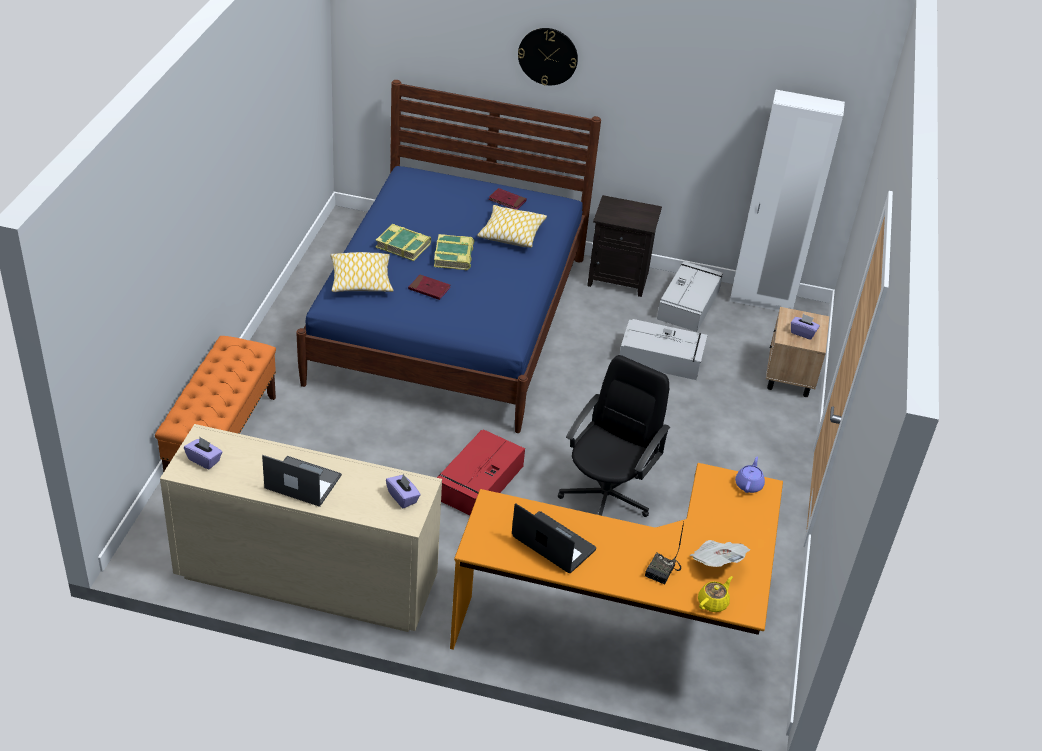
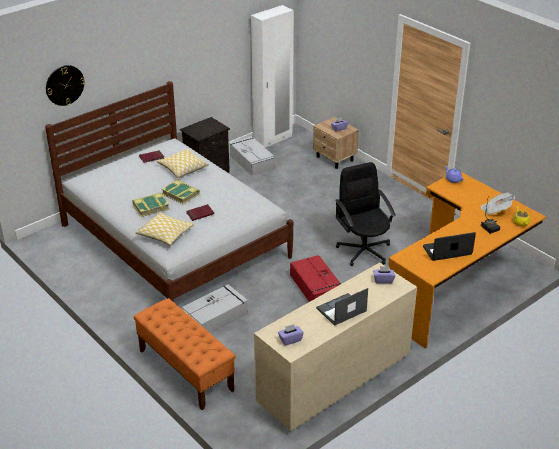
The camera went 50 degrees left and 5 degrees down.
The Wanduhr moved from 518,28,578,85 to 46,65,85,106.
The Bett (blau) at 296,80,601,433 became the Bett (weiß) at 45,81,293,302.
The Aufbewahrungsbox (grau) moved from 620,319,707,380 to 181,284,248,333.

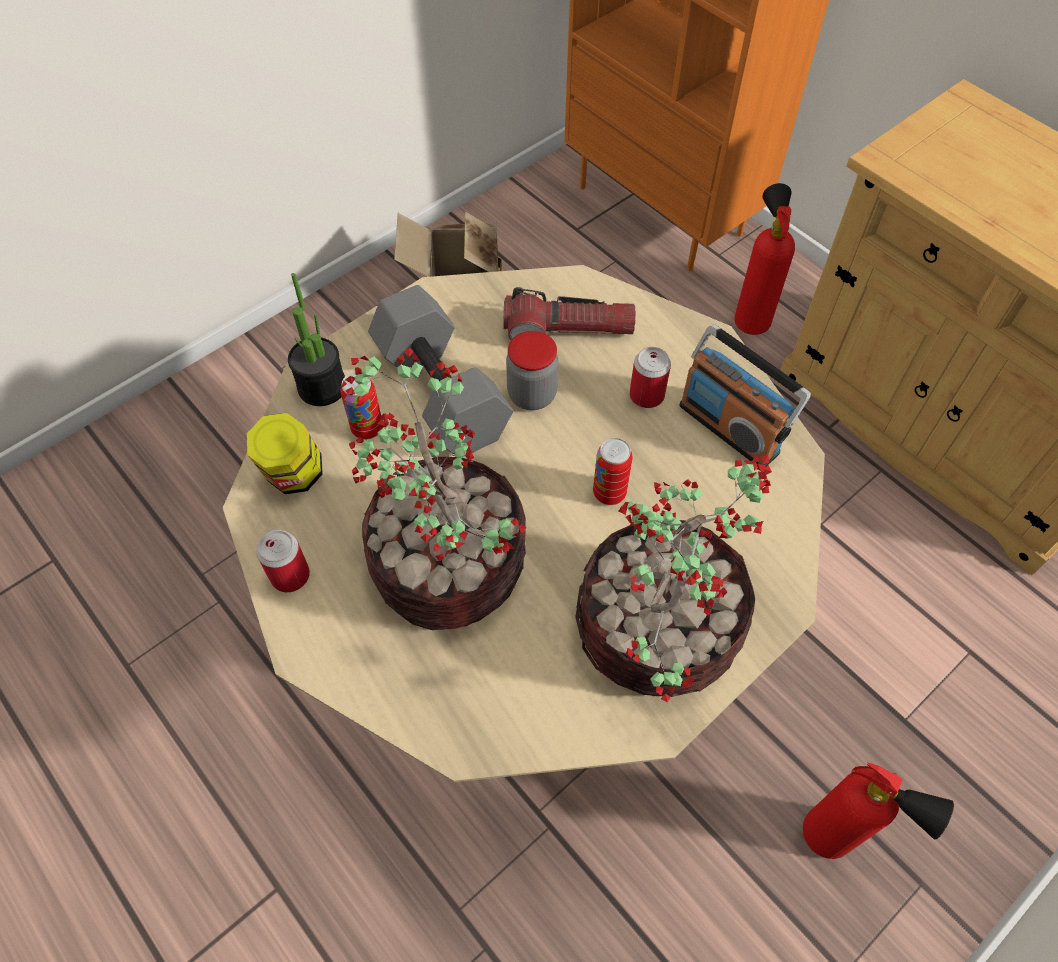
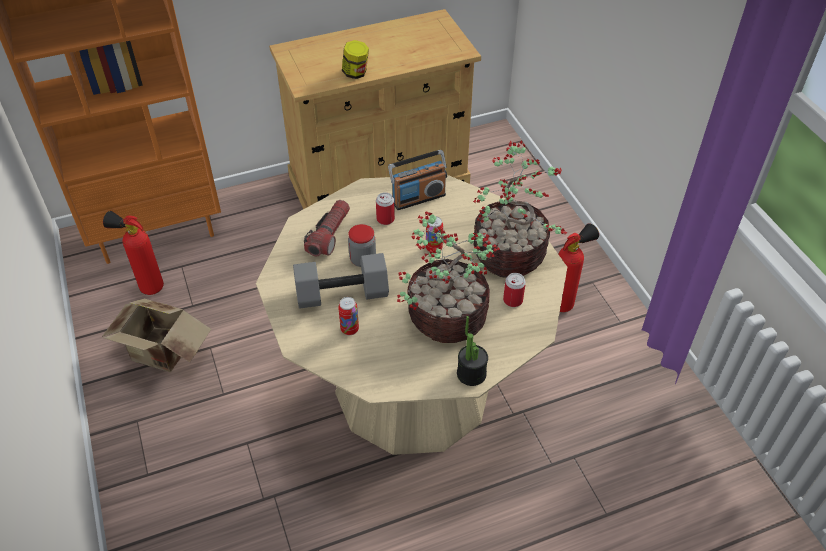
The camera went 70 degrees left and 10 degrees down.
The Feuerlöscher moved from 734,183,795,335 to 103,211,164,295.
The Topfpflanze moved from 288,273,345,406 to 457,316,488,386.
The Vorratsglas moved from 247,413,323,494 to 342,40,369,79.
The Dose moved from 256,530,310,592 to 503,273,526,307.

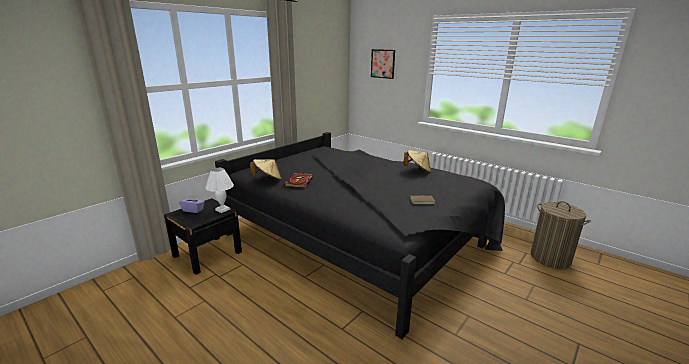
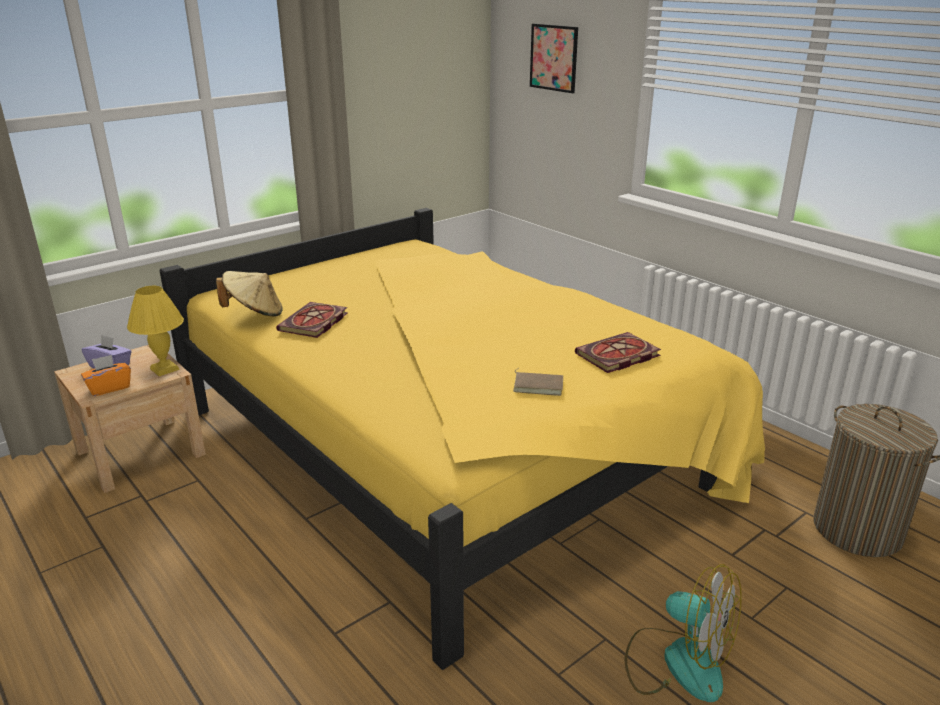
The camera went 10 degrees right and 5 degrees up.
The Bett (schwarz) at 215,132,505,339 became the Bett (gelb) at 159,208,765,670.
The Hut (beige) at 404,150,431,173 disappeared.
The Tischlampe (weiß) at 206,168,234,213 became the Tischlampe (gelb) at 127,286,184,376.
The Nachttisch (schwarz) at 164,198,242,275 became the Nachttisch (beige) at 54,345,206,493.
The Buch at 575,332,661,373 appeared.
The Taschentuchbox (orange) at 81,355,131,396 appeared.
The Ventilator at 625,564,742,702 appeared.

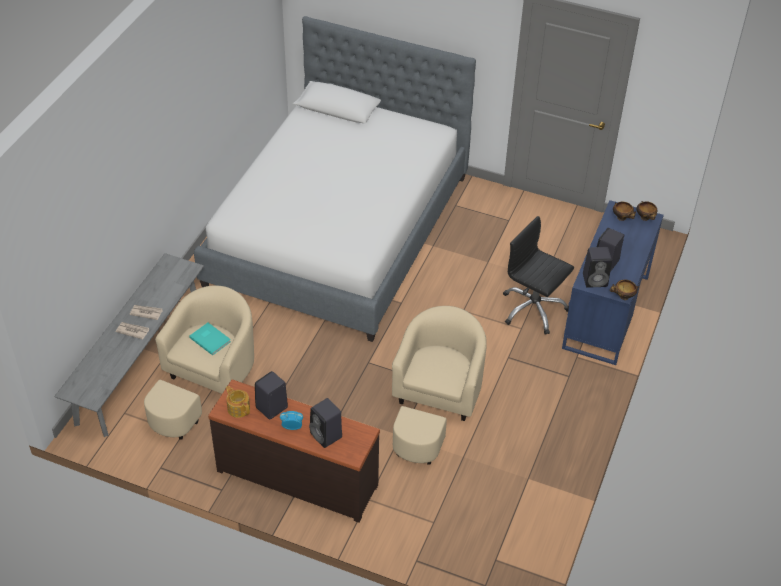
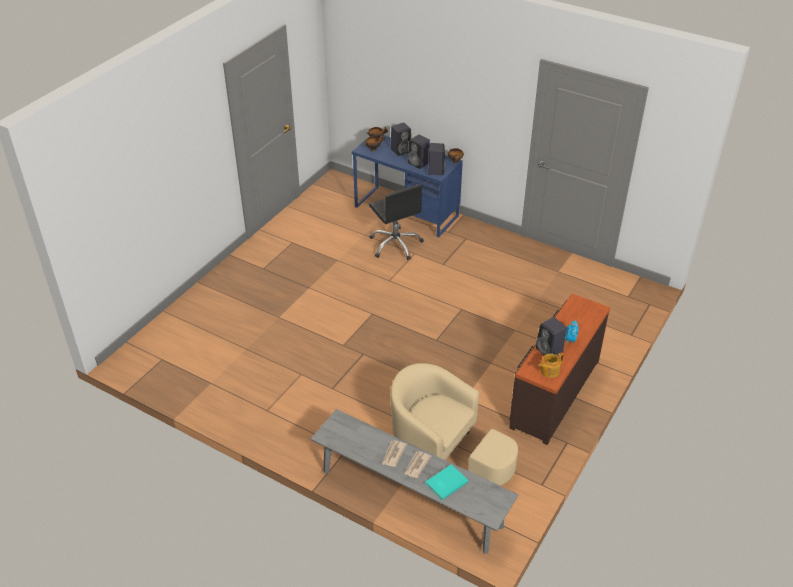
The camera went 80 degrees left and 5 degrees down.
The Bett at 194,16,476,342 disappeared.
The Bürostuhl (schwarz) at 503,216,574,335 turned 75 degrees counterclockwise.
The Sessel (beige) at 392,306,487,465 disappeared.
The Buch (türkis) moved from 189,323,231,356 to 426,464,469,500.
The Lautsprecher (schwarz) moved from 309,398,342,448 to 391,123,411,156.

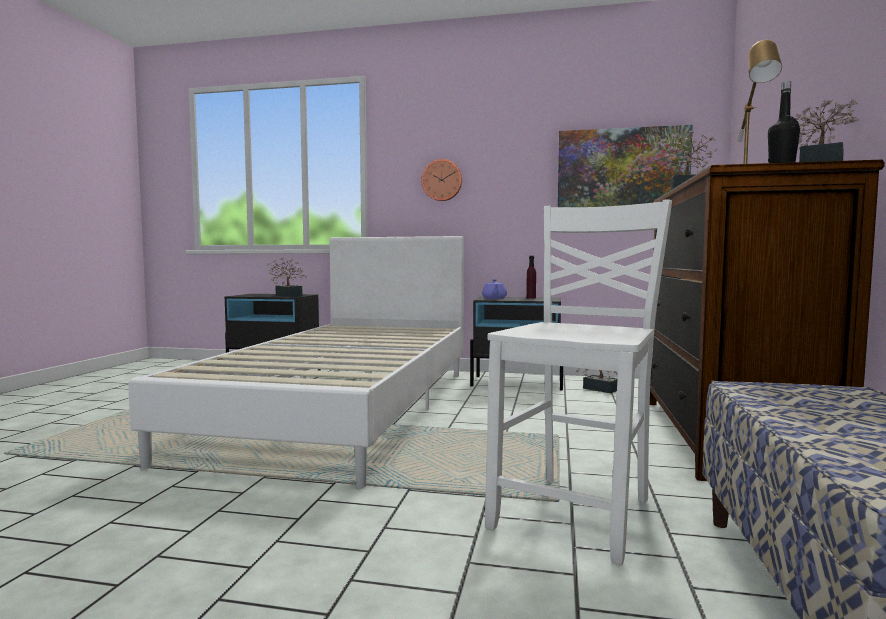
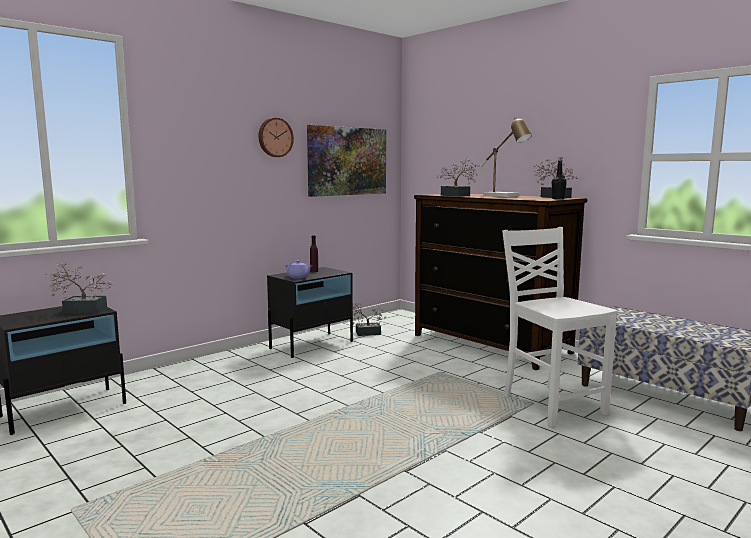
The camera went 55 degrees left and 5 degrees up.
The Wanduhr moved from 421,159,462,201 to 258,118,294,157.
The Bett (weiß) at 128,236,464,489 disappeared.

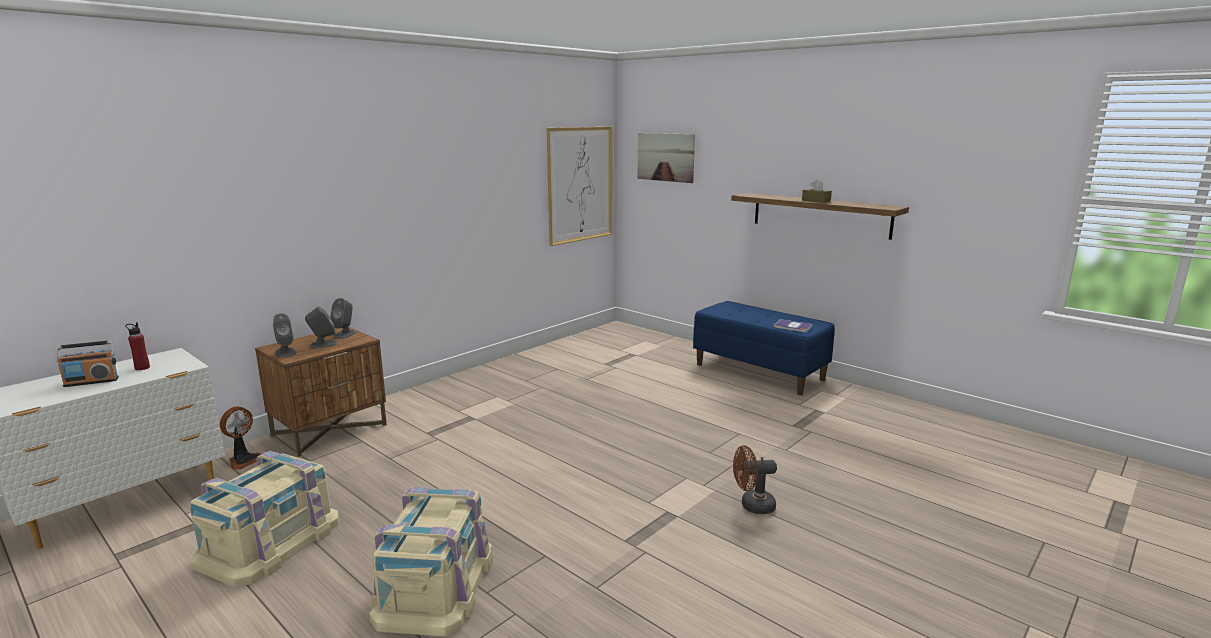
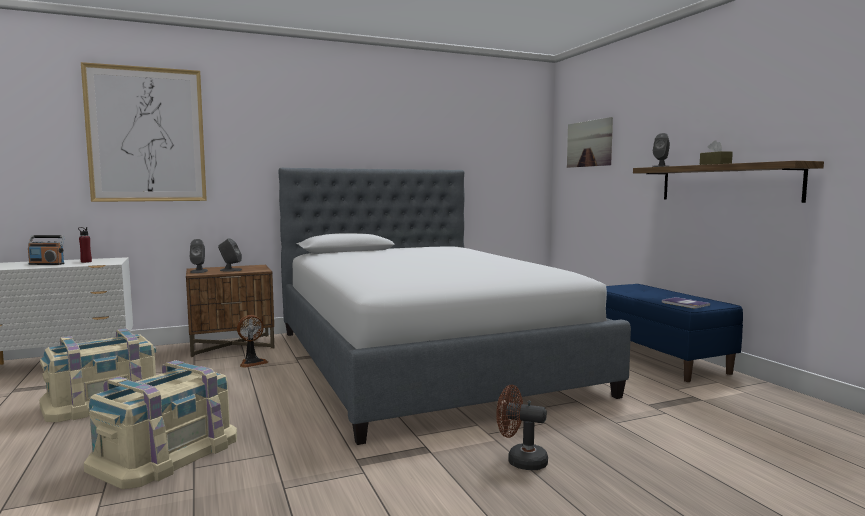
The camera went 25 degrees right and 10 degrees down.
The Bild moved from 547,127,613,246 to 81,62,207,202.
The Lautsprecher (grau) moved from 330,298,356,339 to 652,133,670,167.
The Ventilator moved from 220,407,261,470 to 237,315,268,368.
The Bett at 279,168,631,445 appeared.

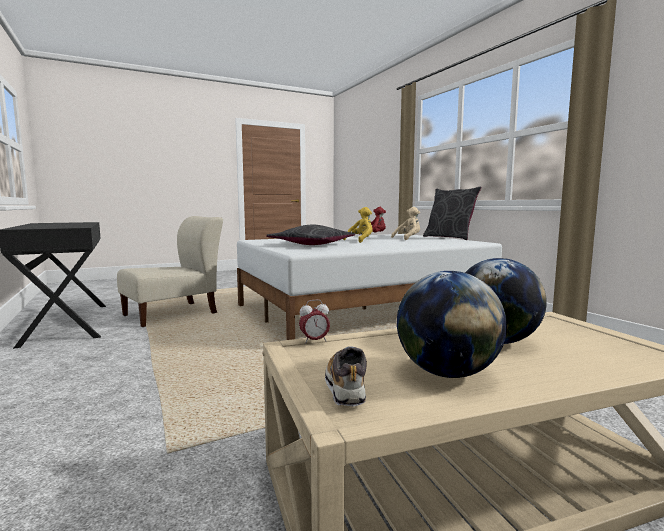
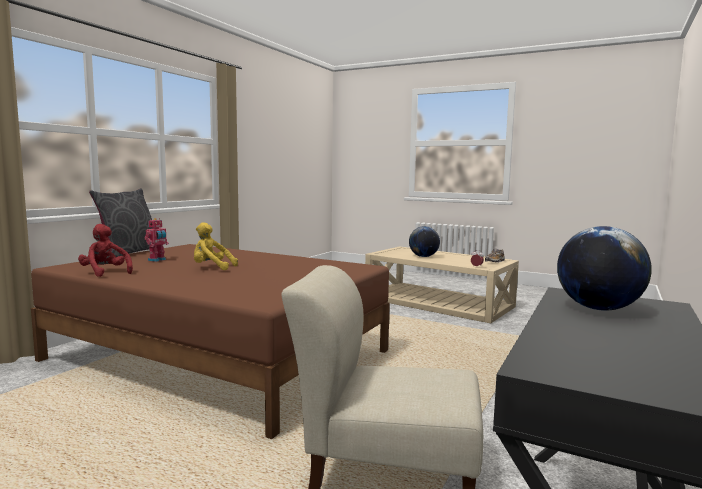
The camera went 125 degrees left and 0 degrees up.
The Plüschtier (beige) at 391,207,420,240 was replaced by the Spielzeugroboter at 145,218,169,262.
The Kissen (grau) at 266,225,355,245 disappeared.
The Bett (weiß) at 237,234,502,340 became the Bett (braun) at 31,244,390,439.
The Globus moved from 397,271,507,378 to 557,226,652,311.

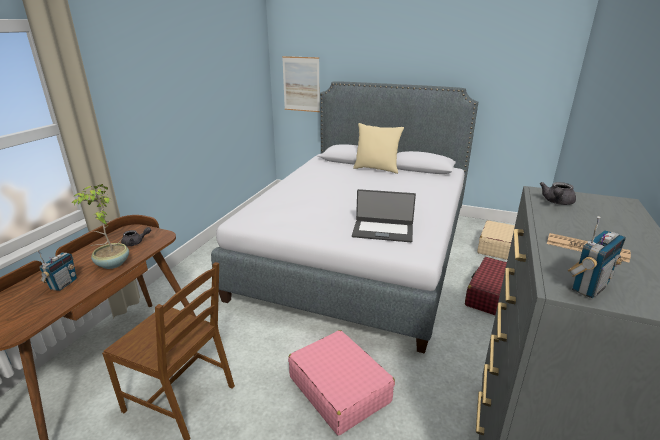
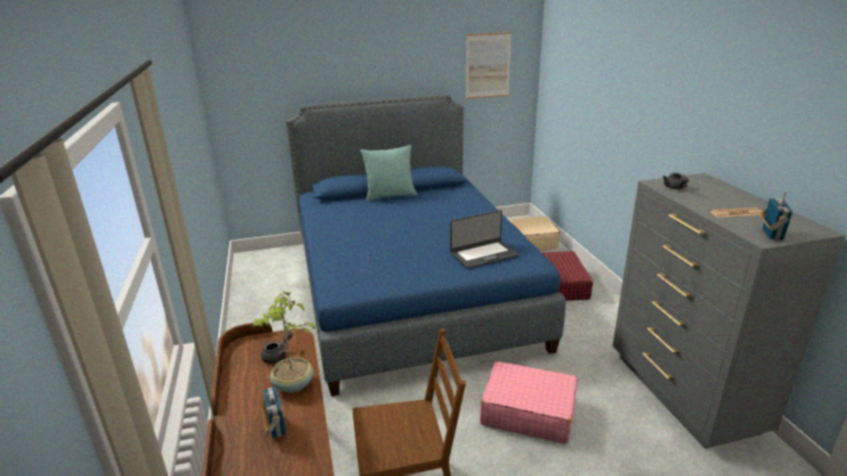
The camera went 35 degrees left and 0 degrees up.
The Bild moved from 282,56,320,112 to 466,32,512,99.
The Bett (grau) at 211,81,478,354 became the Bett (blau) at 286,94,566,396.
The Kissen (beige) at 353,123,404,174 became the Kissen (türkis) at 360,145,417,202.

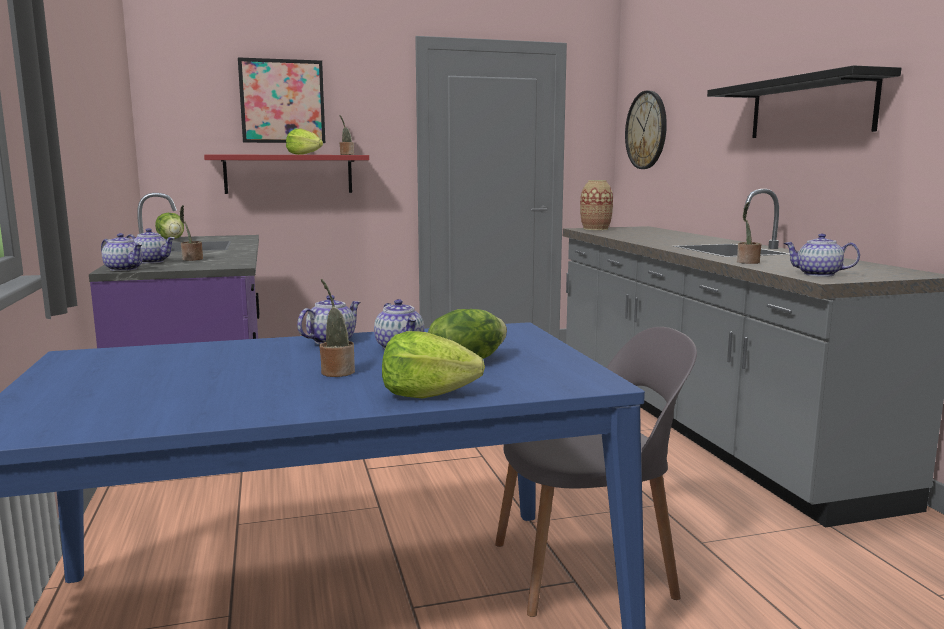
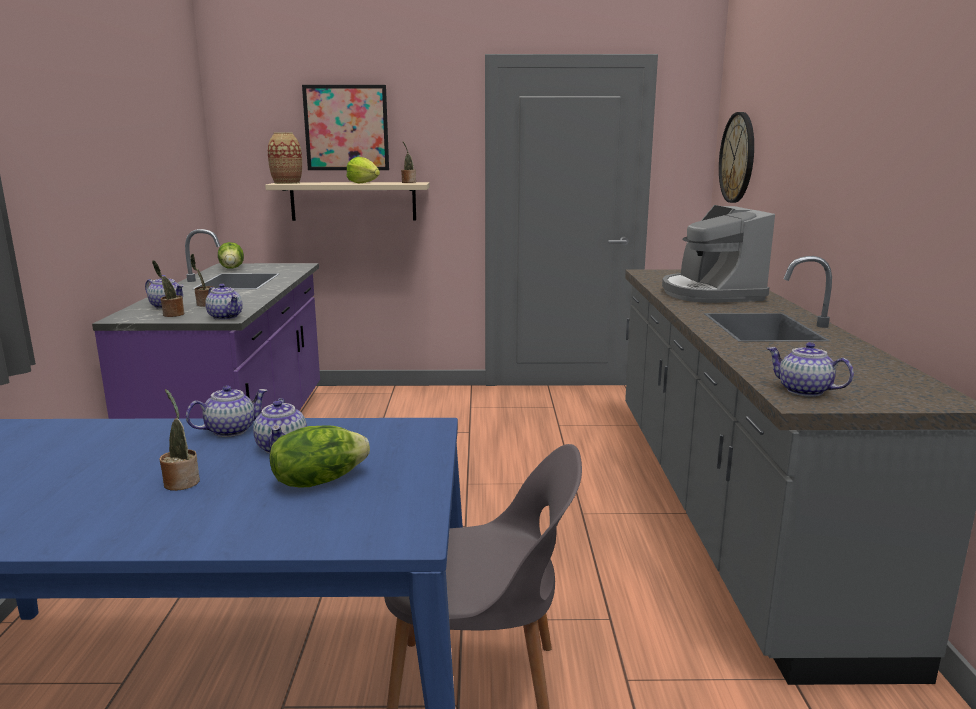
The camera went 15 degrees right and 5 degrees up.
The Wandregal (schwarz) at 707,65,901,138 disappeared.
The Wandregal (rot) at 204,154,369,194 became the Wandregal (beige) at 265,182,429,221.
The Vase moved from 580,180,613,230 to 268,133,302,184.
The Topfpflanze moved from 737,202,762,264 to 152,260,184,317.
The Teekanne moved from 101,233,143,271 to 205,284,243,320.
The Salatkopf at 382,331,485,399 disappeared.
The Kaffeemaschine at 662,205,775,303 appeared.

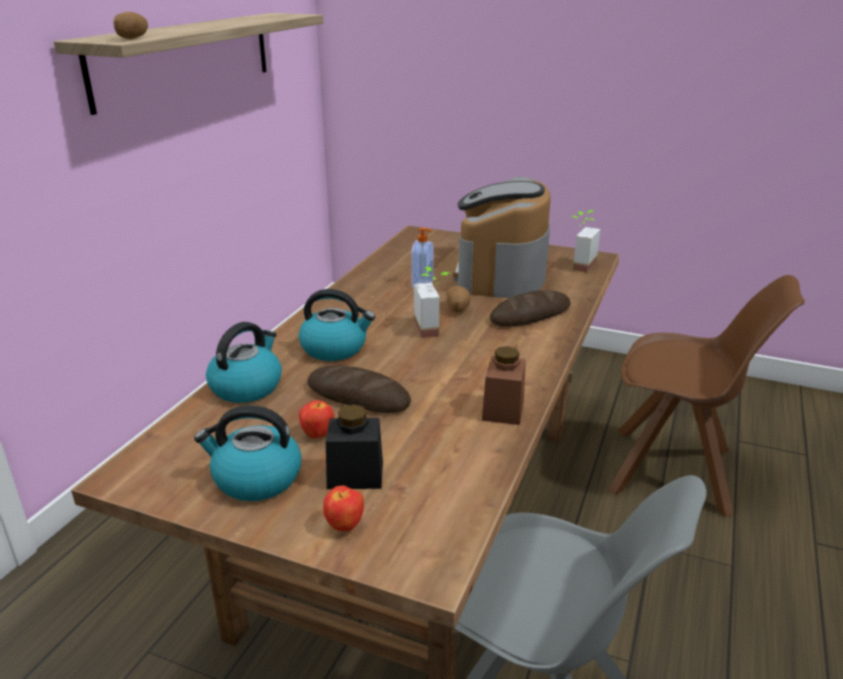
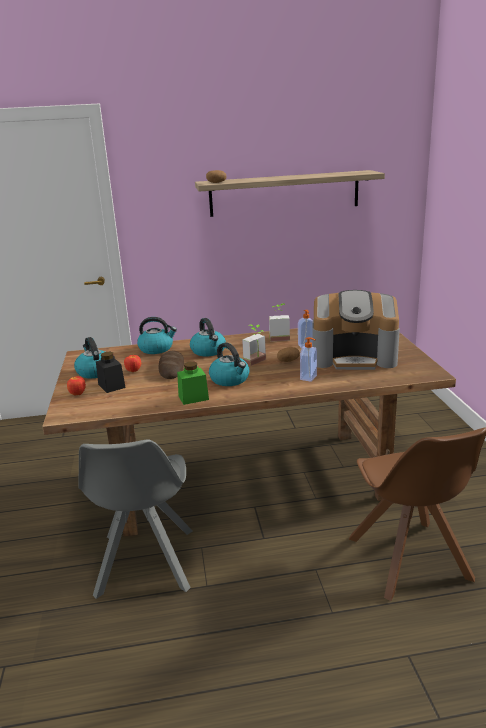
The camera went 60 degrees right and 5 degrees down.
The Kaffeemaschine at 453,176,551,298 turned 150 degrees counterclockwise.
The Topfpflanze moved from 572,210,600,272 to 269,303,290,342.
The Brot at 490,290,571,326 was replaced by the Seifenspender at 300,337,317,382.
The Vorratsglas (braun) at 482,346,526,425 became the Vorratsglas (grün) at 177,362,209,405.
The Wasserkessel at 209,343,249,386 appeared.

